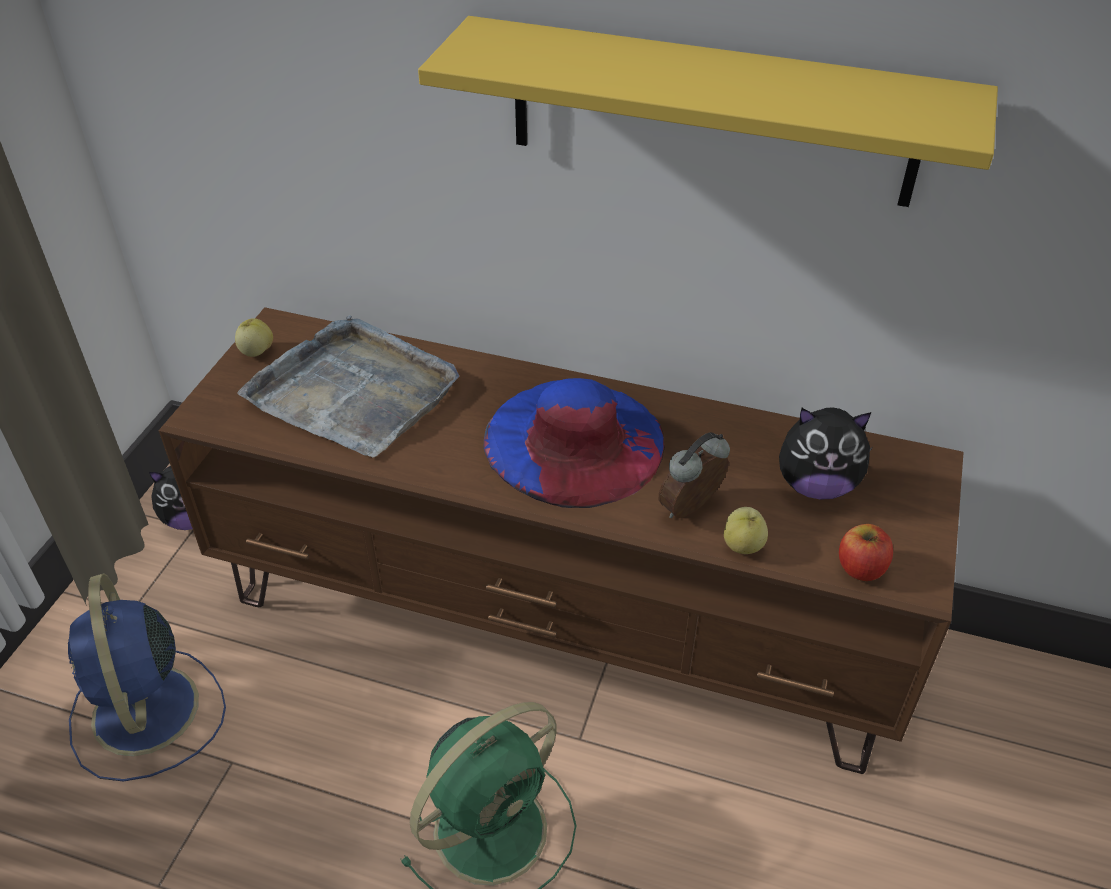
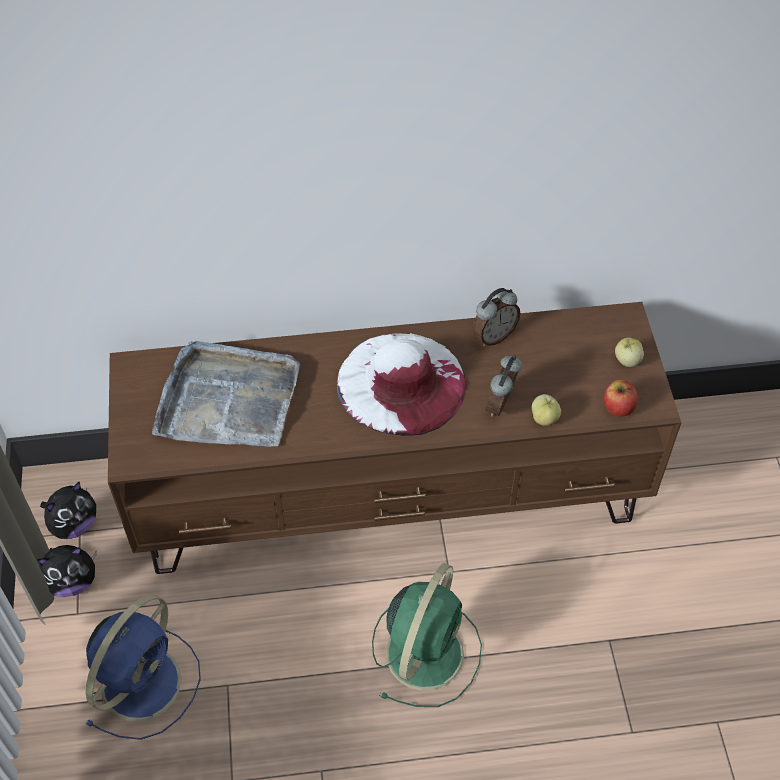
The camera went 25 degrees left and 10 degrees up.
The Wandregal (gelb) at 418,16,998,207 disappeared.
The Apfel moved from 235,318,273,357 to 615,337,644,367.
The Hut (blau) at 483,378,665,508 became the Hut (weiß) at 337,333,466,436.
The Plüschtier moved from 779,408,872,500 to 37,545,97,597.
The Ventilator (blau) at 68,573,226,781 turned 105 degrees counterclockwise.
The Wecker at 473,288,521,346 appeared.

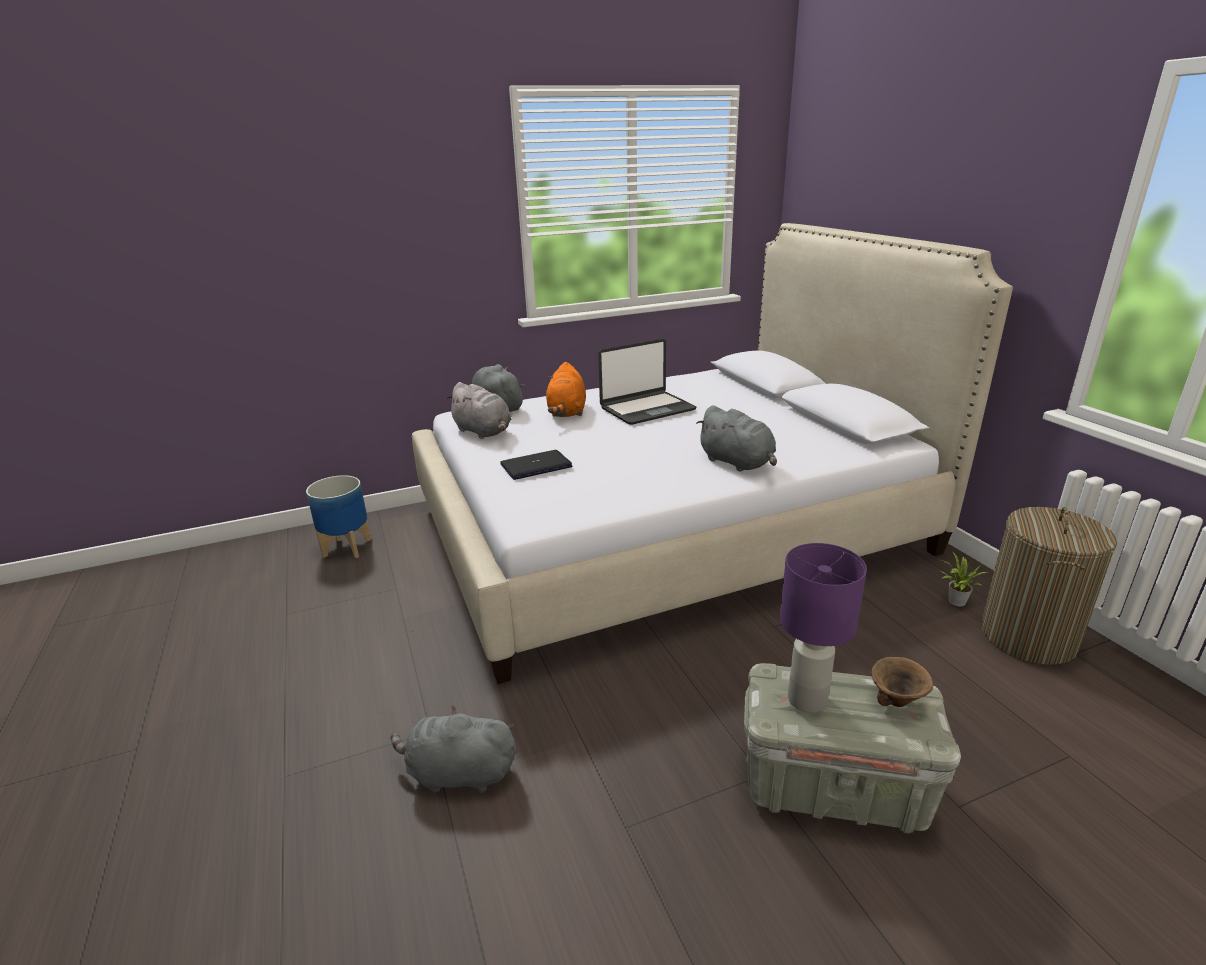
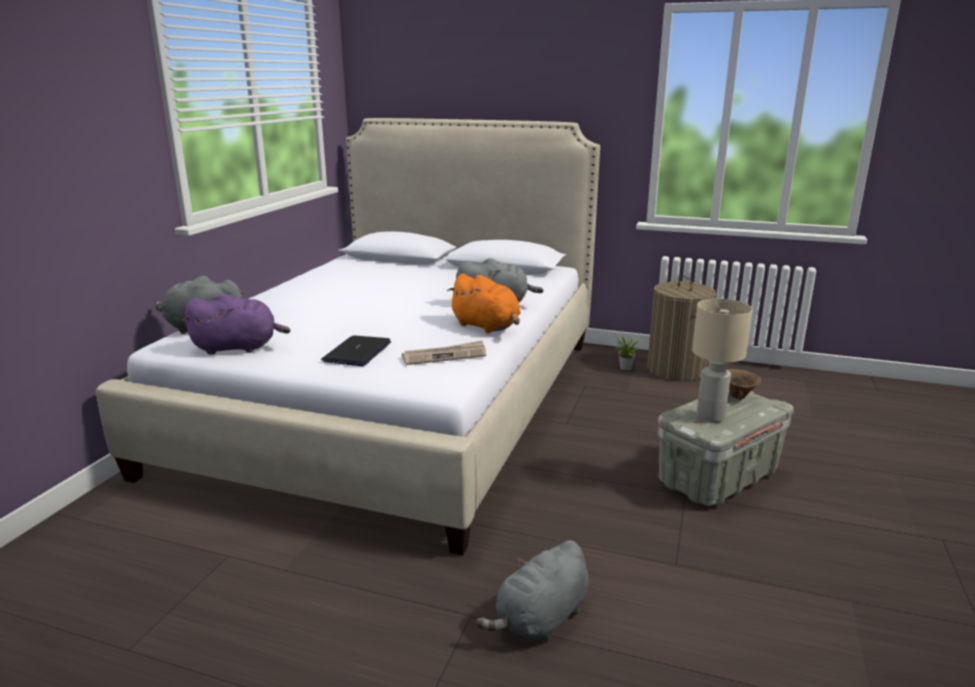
The camera went 50 degrees left and 5 degrees down.
The Laptop at 598,339,696,425 disappeared.
The Plüschtier (orange) moved from 546,362,586,417 to 447,273,520,333.
The Plüschtier (grau) at 446,382,511,439 became the Plüschtier (lila) at 182,294,290,355.
The Pflanzkübel at 306,475,371,558 disappeared.
The Tischlampe (lila) at 780,543,867,713 became the Tischlampe (beige) at 692,298,753,422.
The Zeitung at 402,341,486,365 appeared.

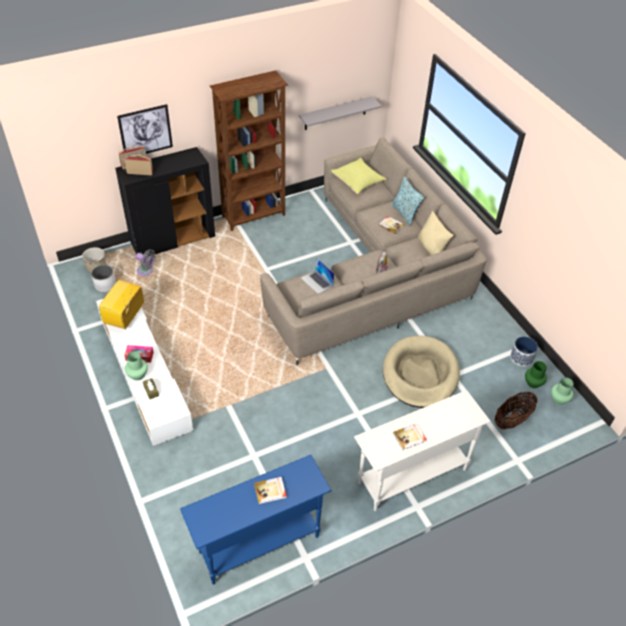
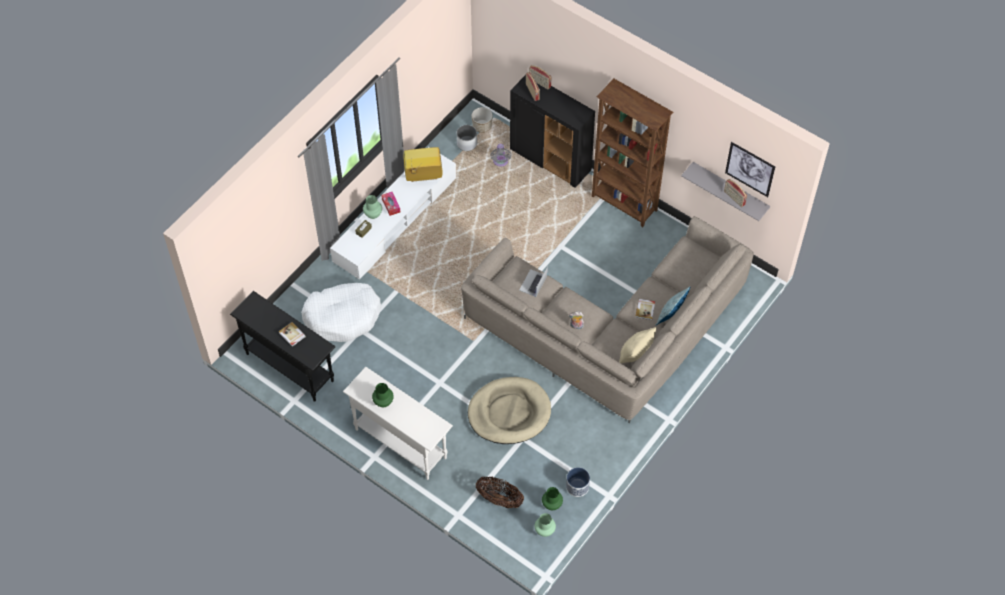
The camera went 65 degrees right and 10 degrees up.
The Bild moved from 117,104,173,154 to 725,142,775,197.
The Kissen (gelb) at 331,158,387,194 disappeared.
The Buch at 393,423,427,450 was replaced by the Vase (grün) at 372,383,394,407.
The Konsolentisch (blau) at 180,455,332,585 became the Konsolentisch (schwarz) at 230,291,336,402.
The Radio at 724,179,747,207 appeared.
The Hundebett (weiß) at 301,283,381,342 appeared.

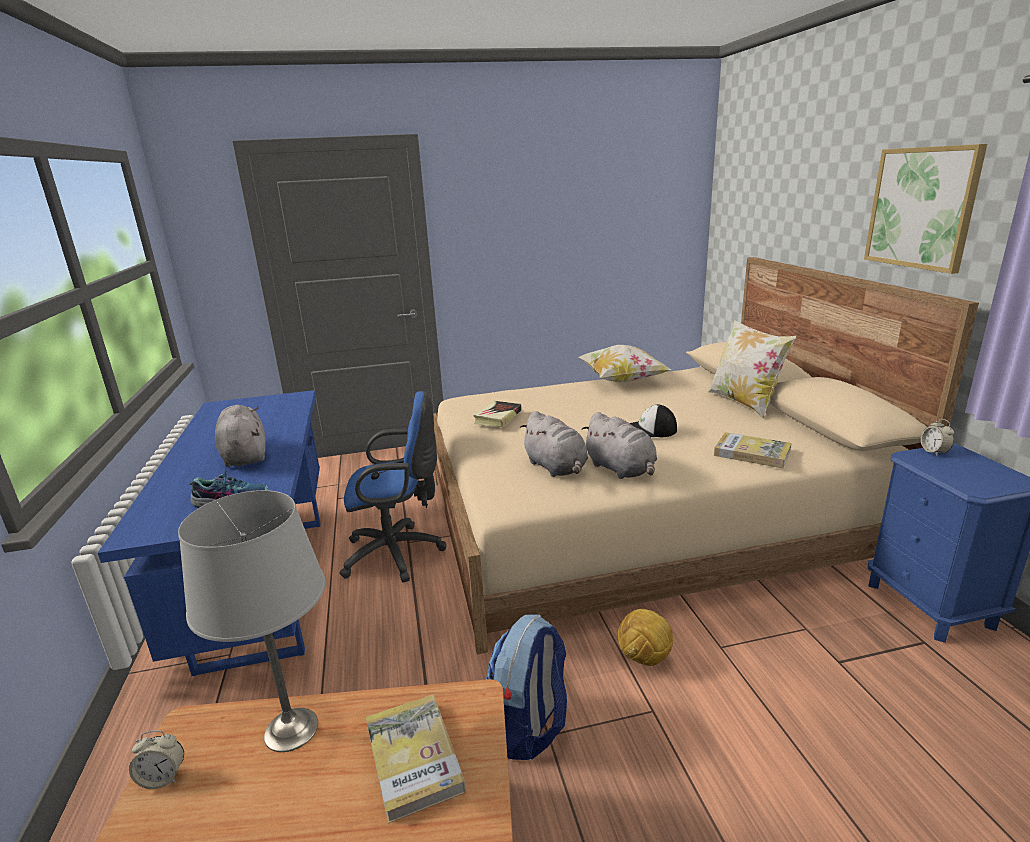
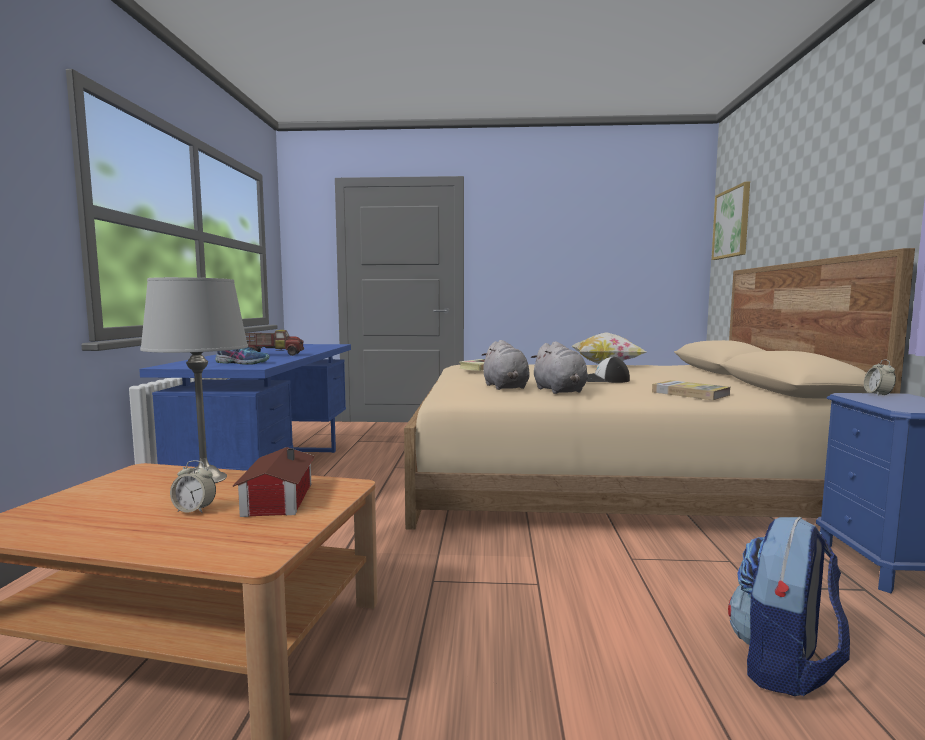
The camera went 15 degrees right and 15 degrees down.
The Bild moved from 864,144,987,274 to 712,182,750,260.
The Kissen at 707,320,796,419 disappeared.
The Bürostuhl (blau) at 339,391,447,583 disappeared.
The Plüschtier (grau) at 215,405,266,467 was replaced by the Spielzeuglaster at 245,330,304,356.
The Fußball at 618,609,673,666 disappeared.
The Rucksack moved from 486,614,567,760 to 728,517,850,696.
The Buch at 366,694,466,824 was replaced by the Spielzeughaus at 233,447,315,517.
The Wecker moved from 129,730,184,789 to 170,460,216,513.

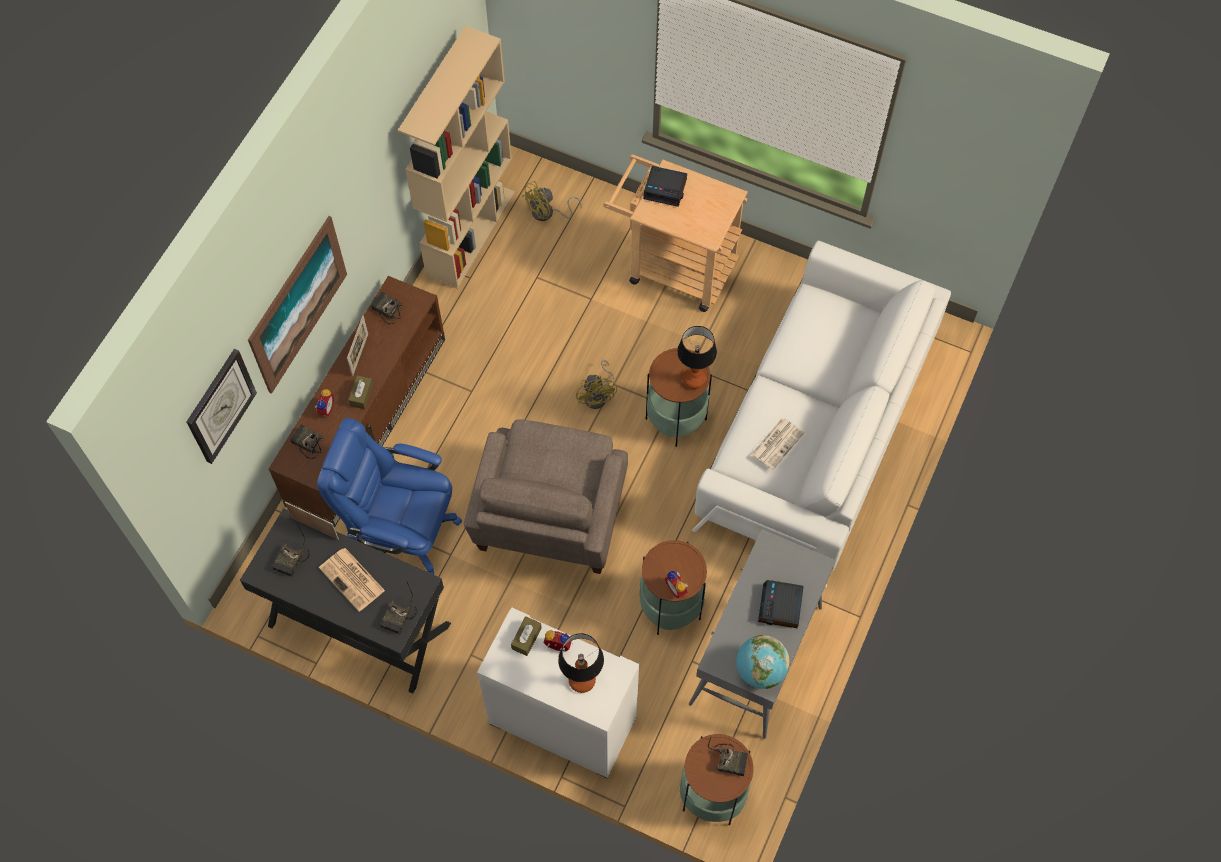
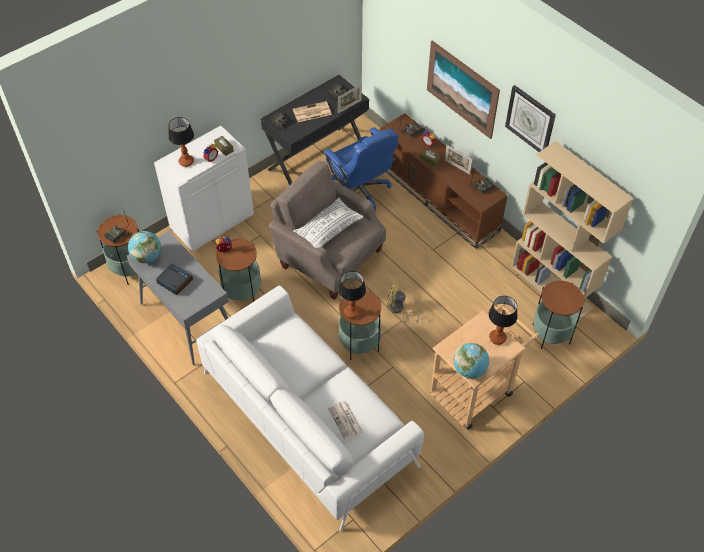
The camera went 115 degrees right and 10 degrees down.
The Wecker at 643,166,687,207 was replaced by the Tischlampe at 488,296,518,345.
The Ventilator (gelb) at 522,181,582,221 was replaced by the Beistelltisch at 533,281,584,349.
The Wanduhr moved from 187,349,257,464 to 505,85,556,152.
The Bürostuhl (blau) at 317,418,462,575 turned 105 degrees clockwise.
The Zeitung moved from 751,418,805,470 to 328,401,363,440.
The Kissen (weiß) at 293,197,364,248 appeared.
The Globus at 453,343,489,379 appeared.

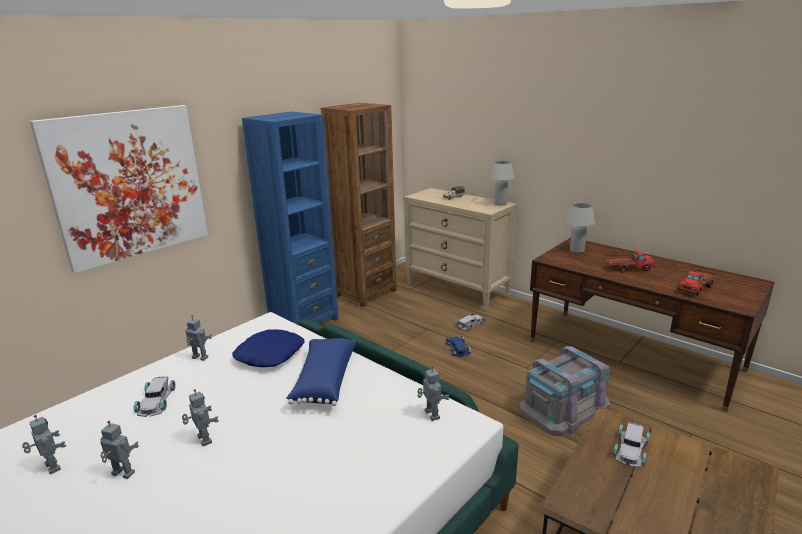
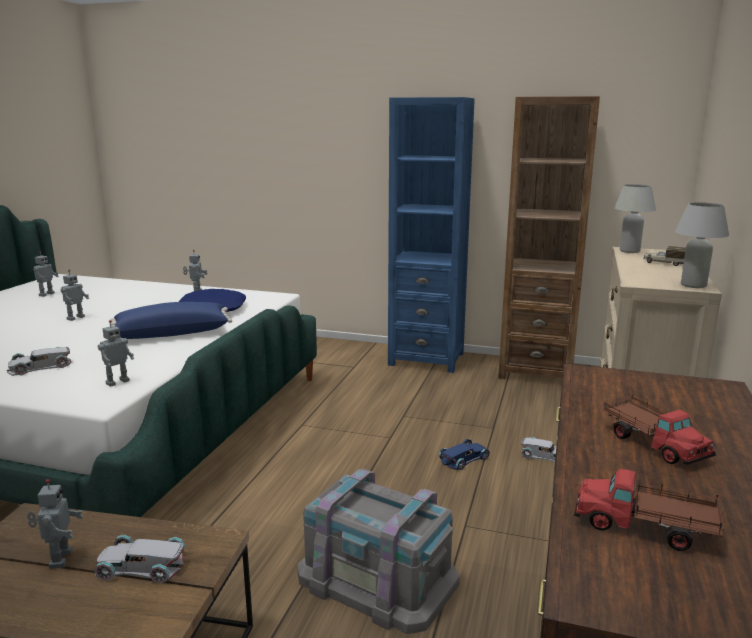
The camera went 65 degrees right and 5 degrees down.
The Bild at 30,105,208,273 disappeared.
The Tischlampe (weiß) moved from 565,203,595,253 to 614,184,656,253.
The Spielzeugauto (weiß) moved from 134,376,176,417 to 7,347,72,376.
The Spielzeugroboter moved from 100,421,139,479 to 27,479,84,569.

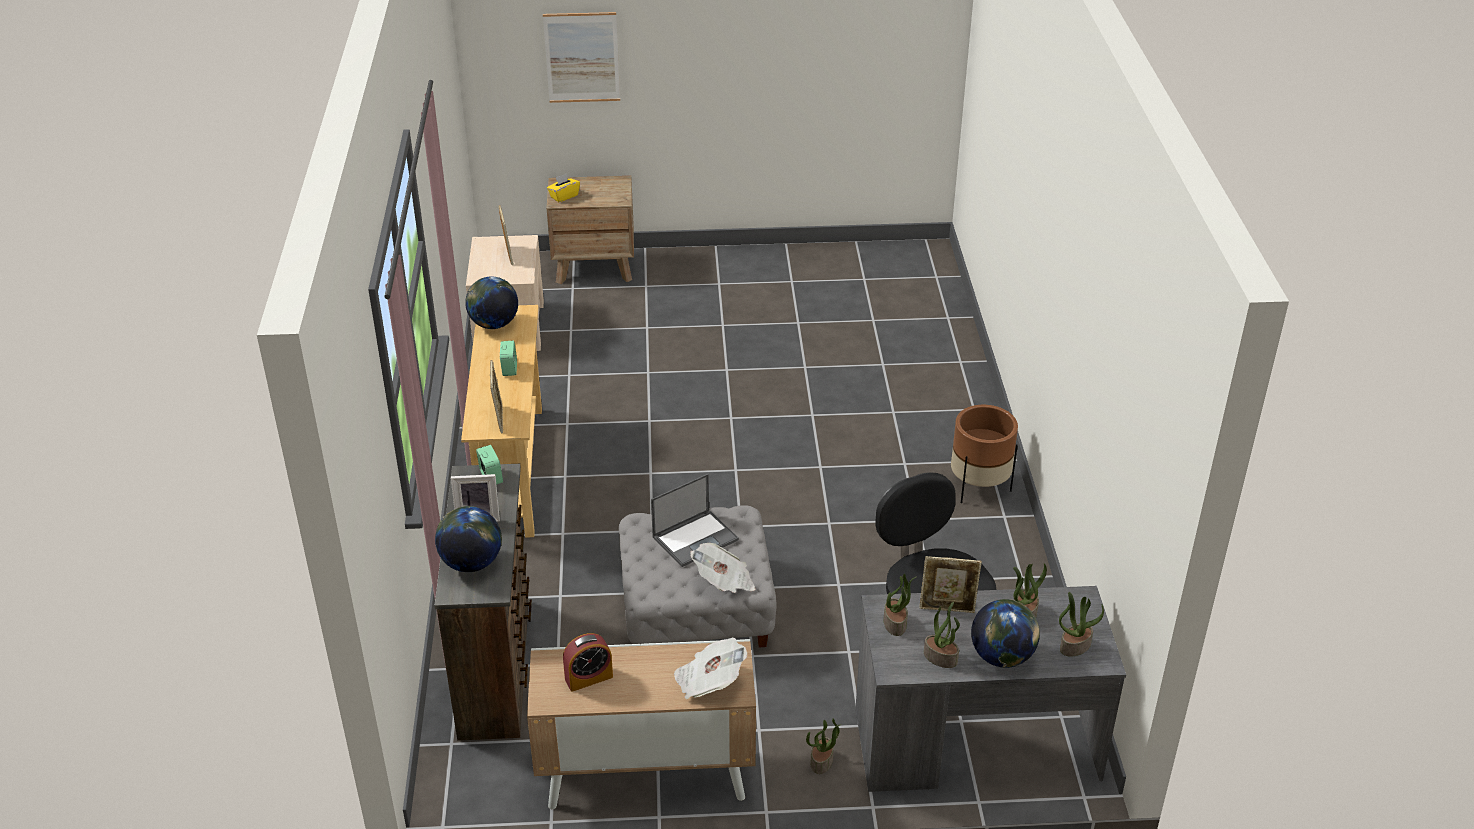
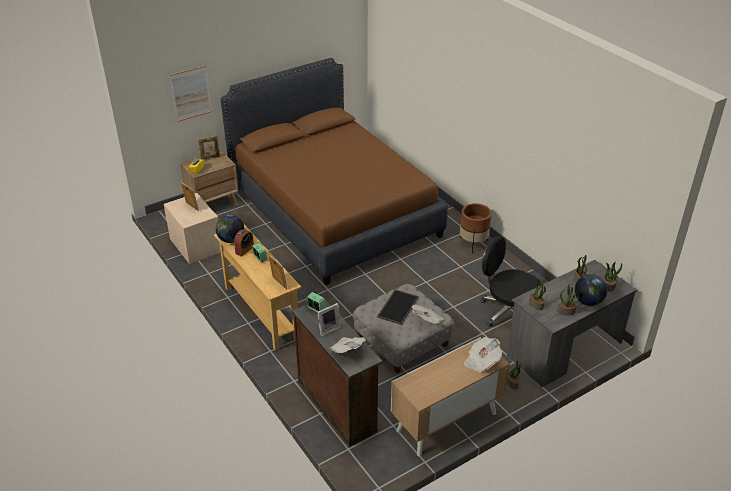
The camera went 30 degrees left and 0 degrees up.
The Laptop at 651,474,739,567 was replaced by the Tablett at 377,289,419,325.
The Globus at 435,506,502,572 was replaced by the Zeitung at 330,337,366,353.
The Bilderrahmen moved from 919,556,982,613 to 198,135,221,161.
The Wecker moved from 563,633,613,692 to 234,229,254,257.
The Bett (braun) at 221,58,448,285 appeared.

